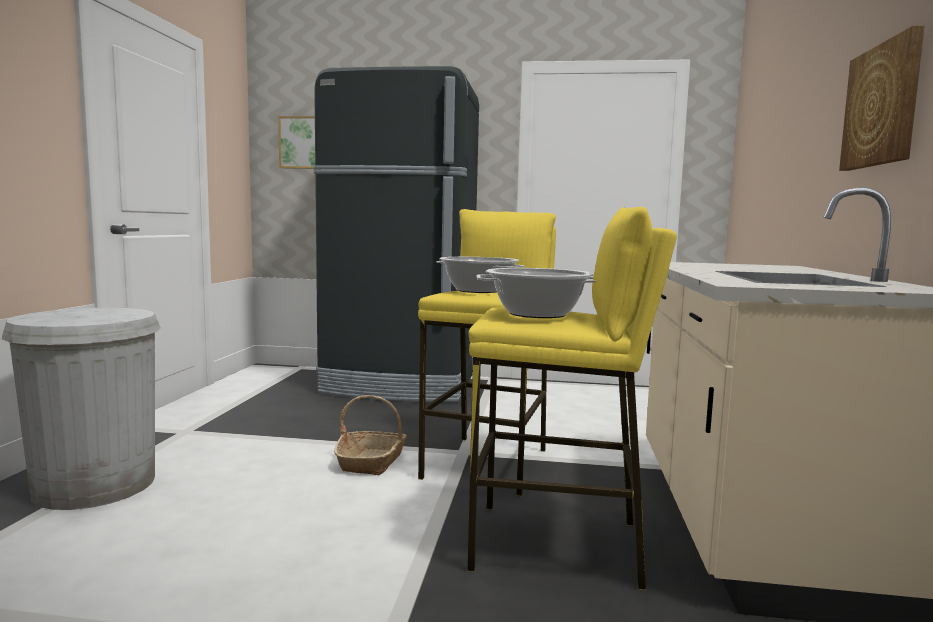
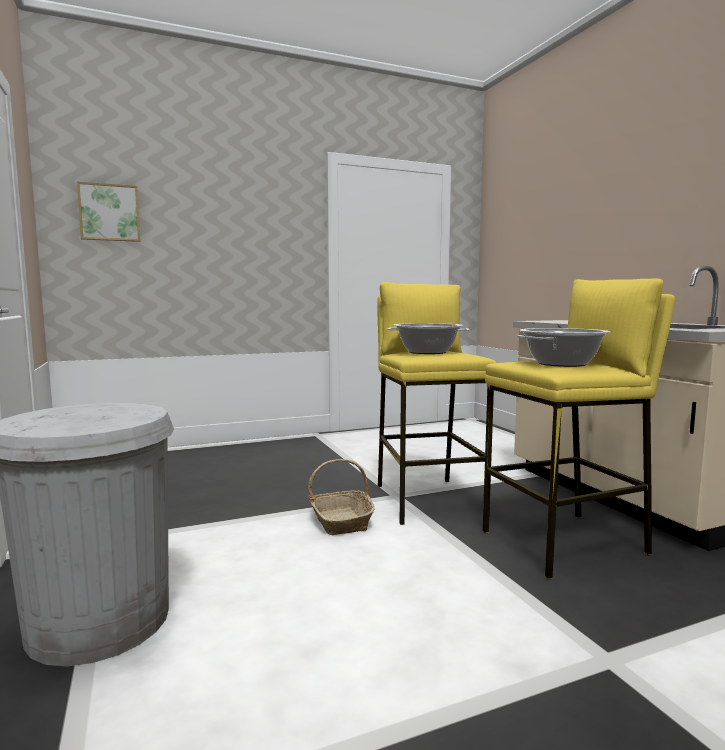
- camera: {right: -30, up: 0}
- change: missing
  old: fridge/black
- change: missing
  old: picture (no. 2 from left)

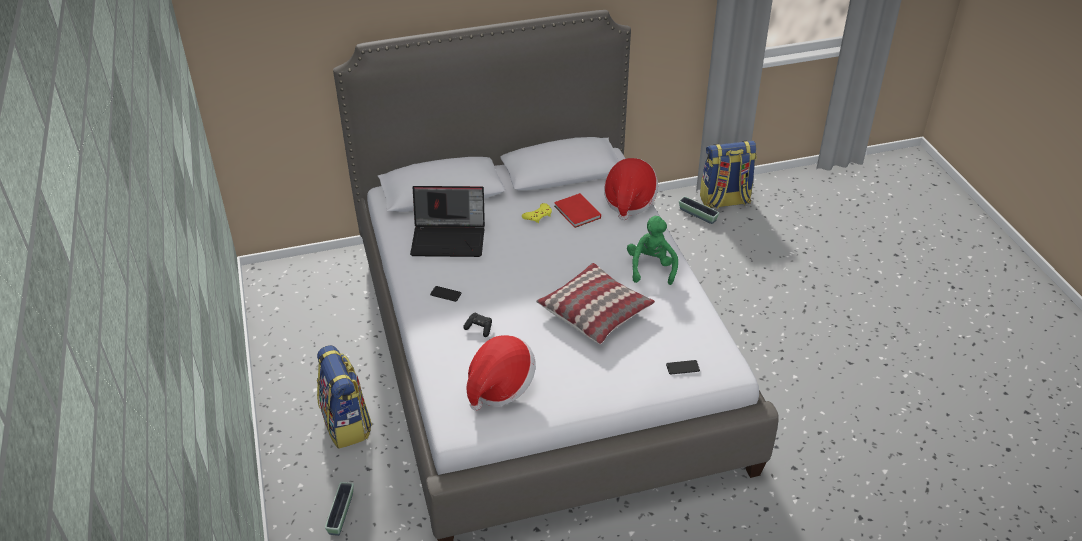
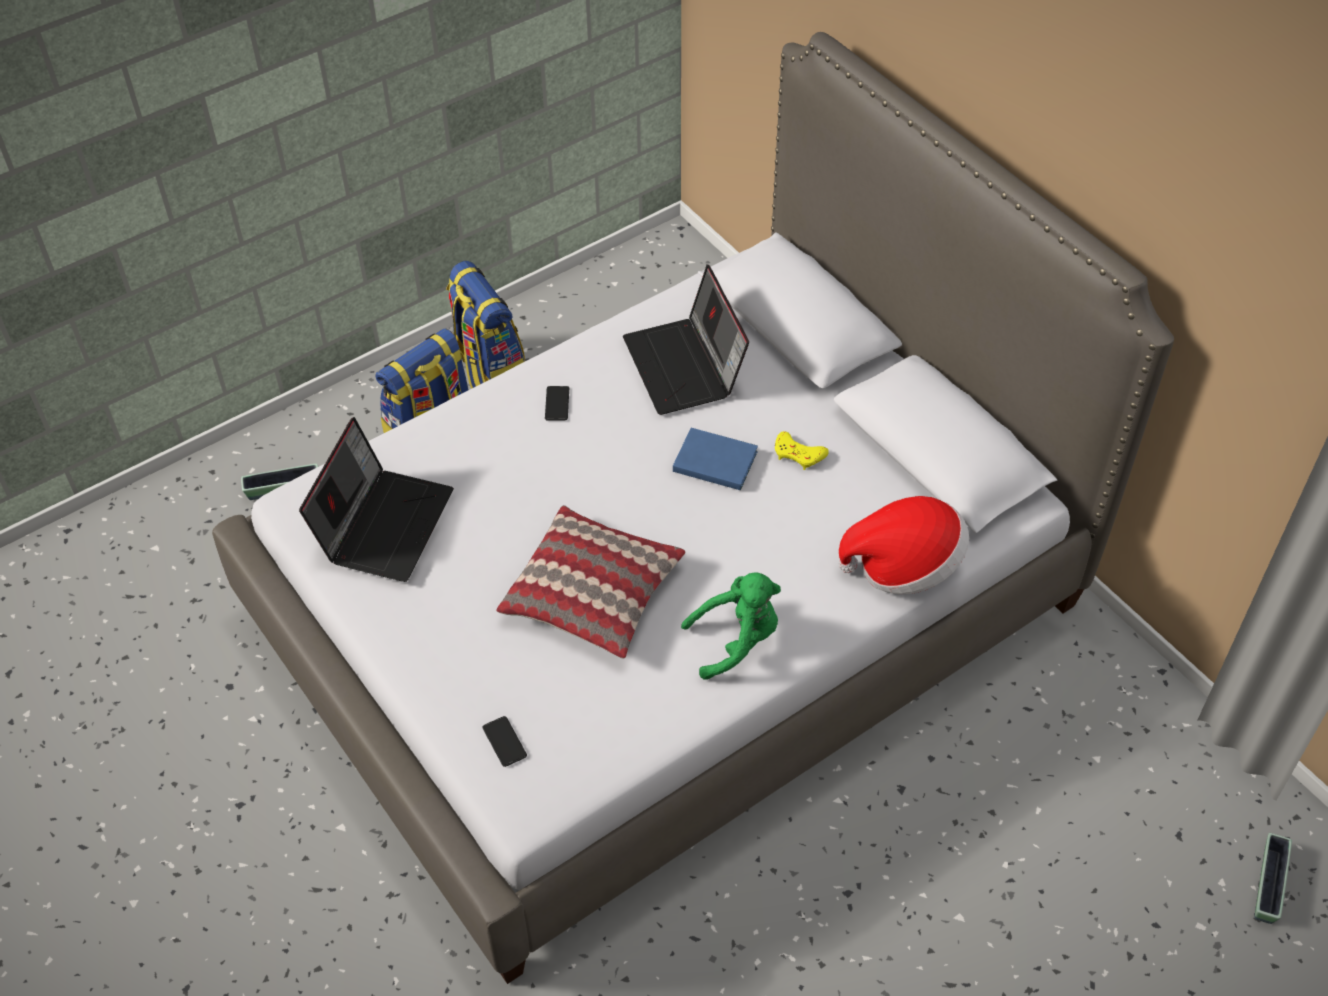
- camera: {right: 70, up: 10}
- change: missing
  old: game controller/black
- change: exchanged
  old: hat (no. 1 from left)
  new: laptop (no. 1 from left)
- change: missing
  old: book/red
- change: relocated
  old: planter (no. 2 from left)
- change: relocated
  old: backpack (no. 2 from left)
- change: appeared
  new: book/blue

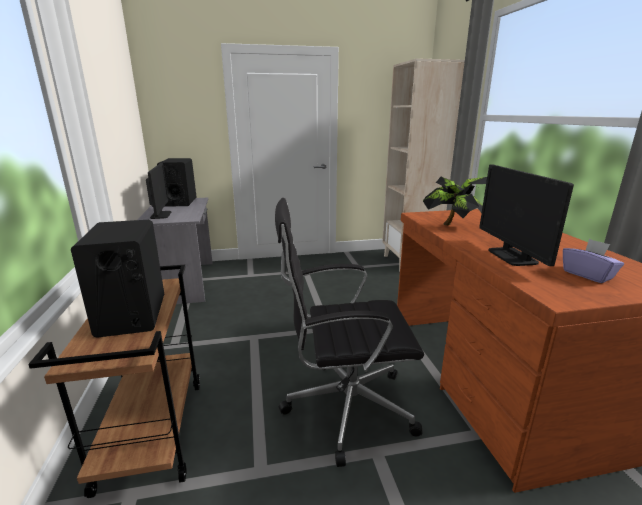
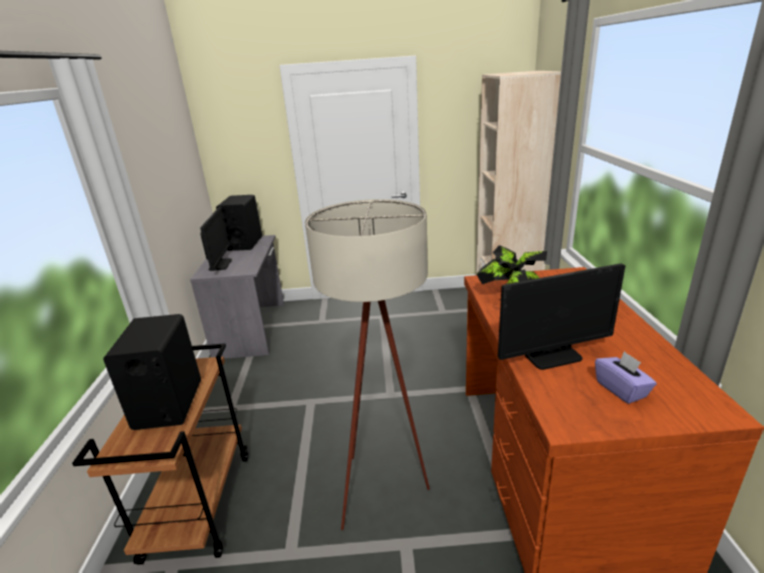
- camera: {right: 10, up: 5}
- change: exchanged
  old: office chair/black
  new: floor lamp/beige
- change: spun
  old: monitor (no. 2 from left)
  degrees: -105

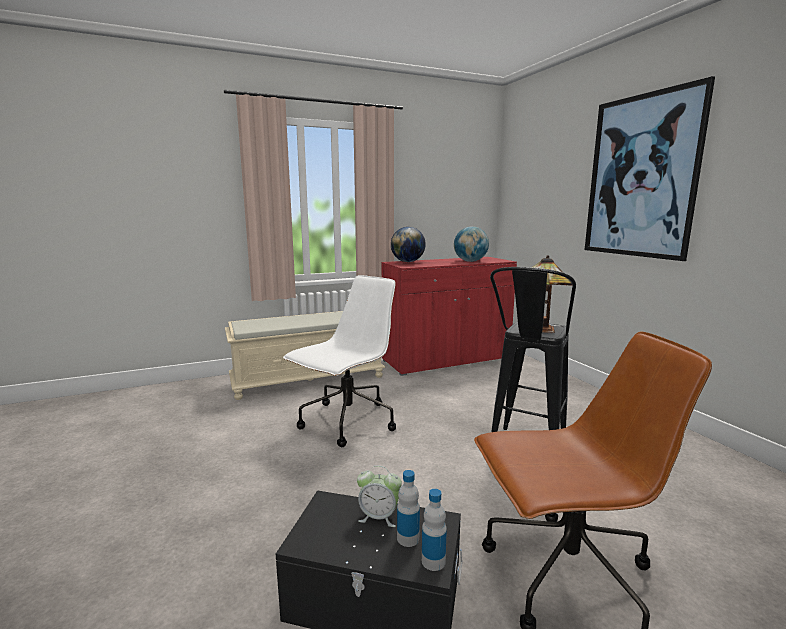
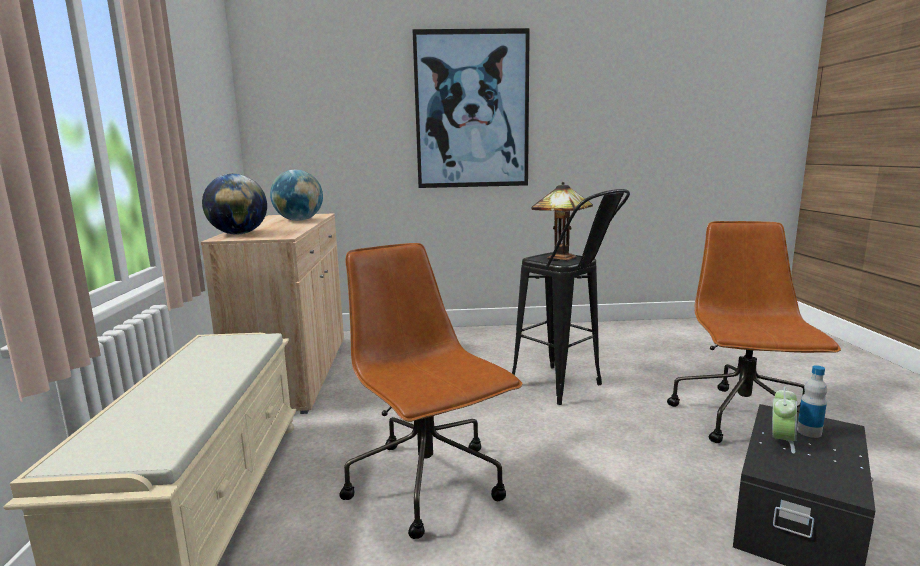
- camera: {right: -70, up: 0}
- change: colour
  old: office chair/white
  new: office chair/brown (no. 1 from left)
- change: colour
  old: cabinet/red
  new: cabinet/beige
- change: missing
  old: bottle (no. 2 from left)

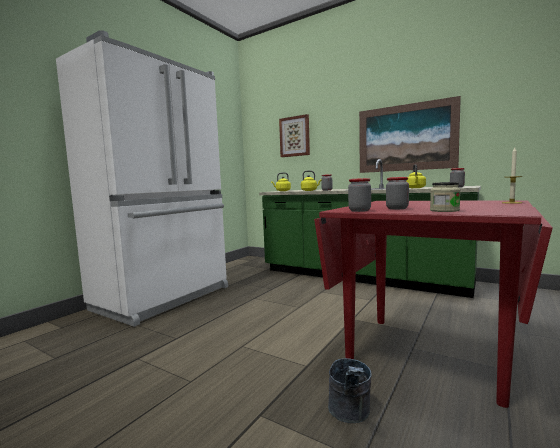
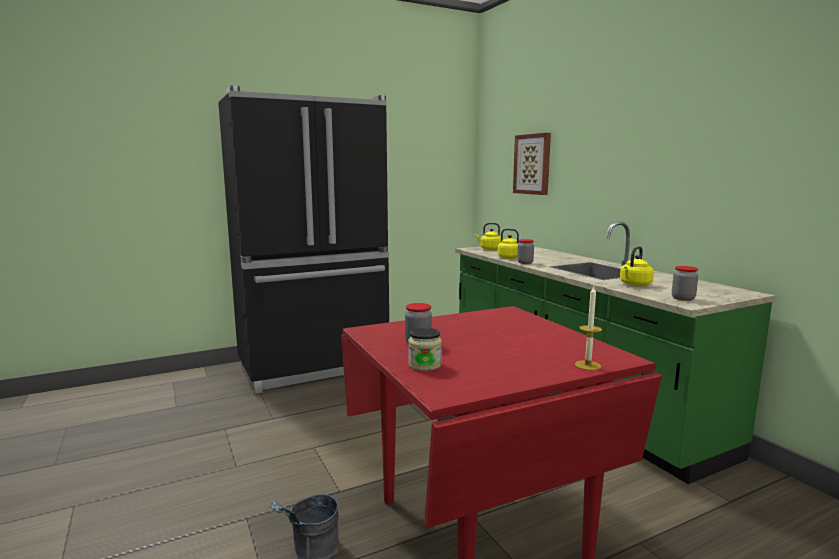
- camera: {right: 30, up: 5}
- change: colour
  old: fridge/white
  new: fridge/black
- change: missing
  old: jar (no. 2 from left)
- change: missing
  old: picture (no. 2 from left)

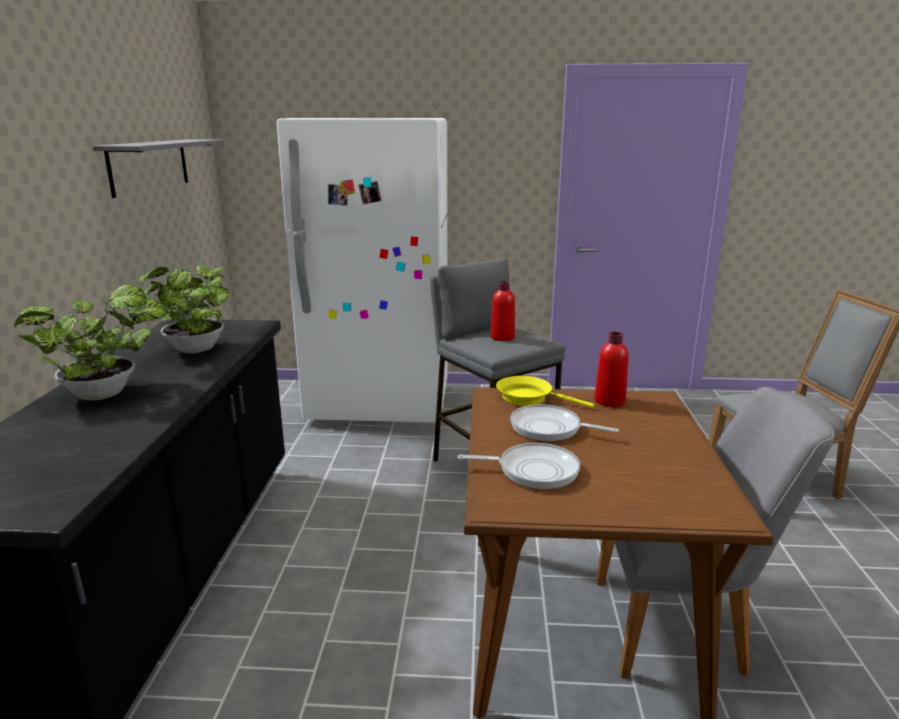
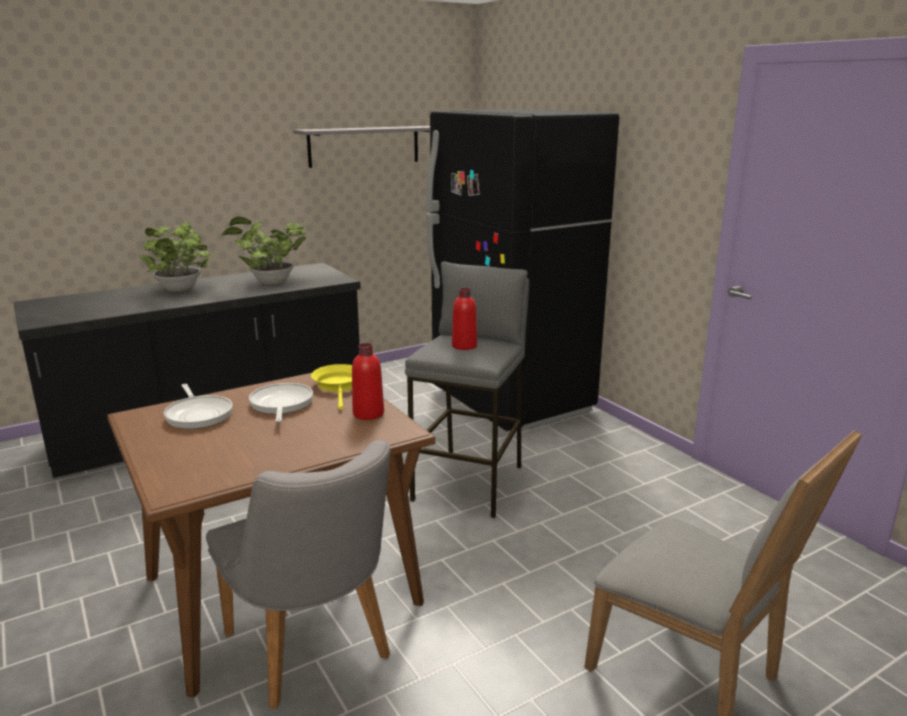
- camera: {right: 55, up: 0}
- change: colour
  old: fridge/white
  new: fridge/black

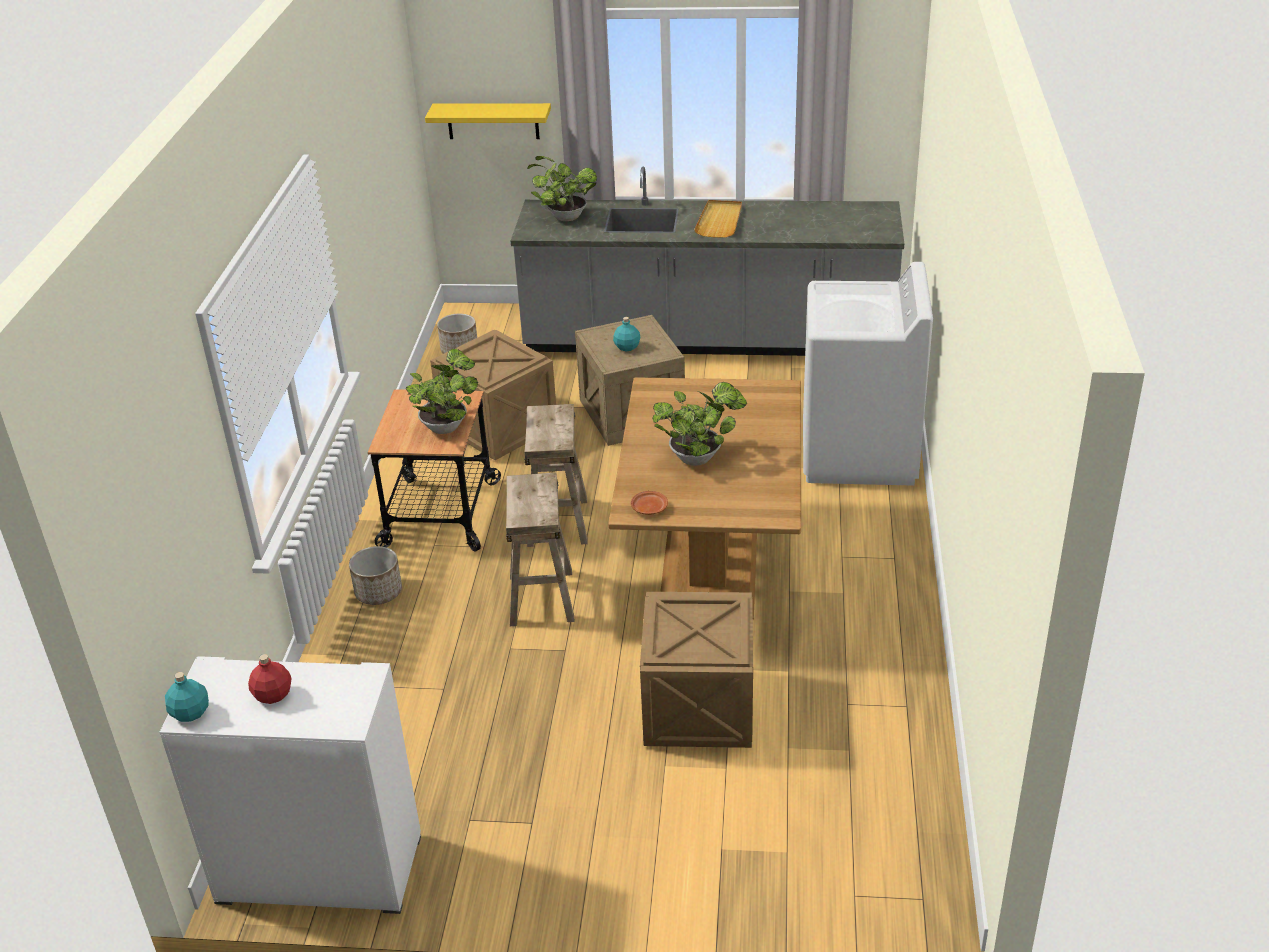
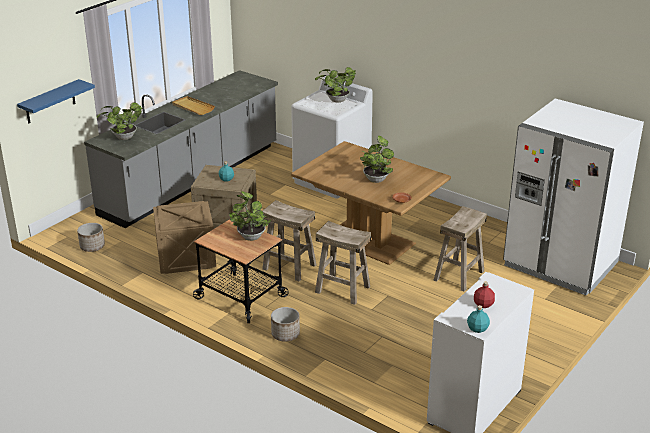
- camera: {right: -60, up: -5}
- change: colour
  old: shelf/yellow
  new: shelf/blue
- change: exchanged
  old: crate (no. 3 from left)
  new: stool/beige (no. 3 from left)
- change: appeared
  new: potted plant (no. 3 from left)
- change: appeared
  new: fridge/white

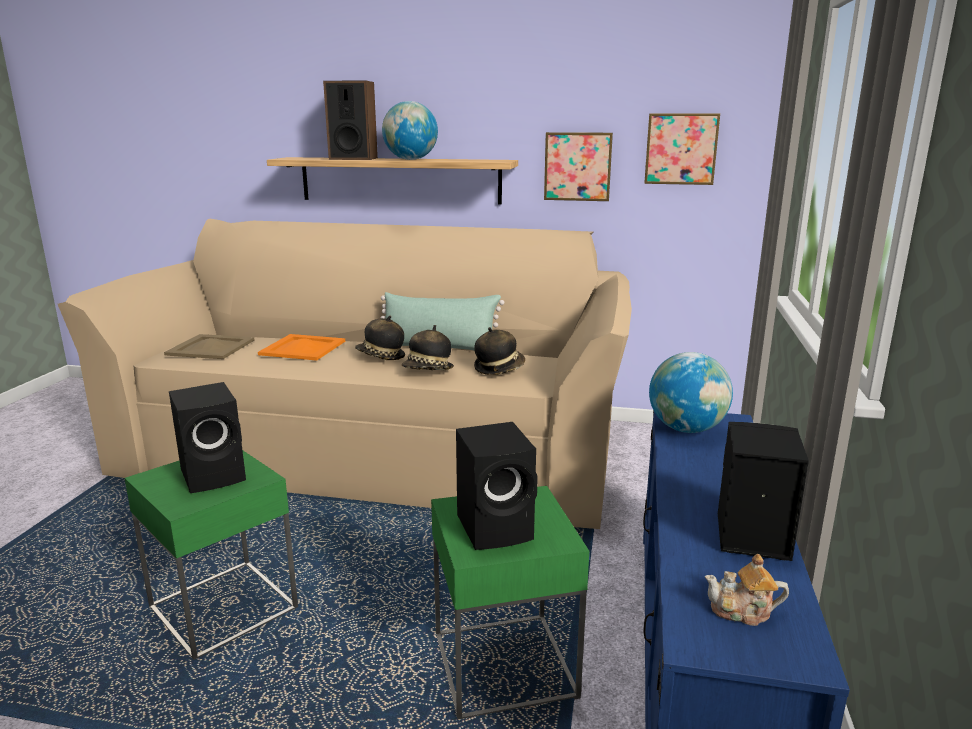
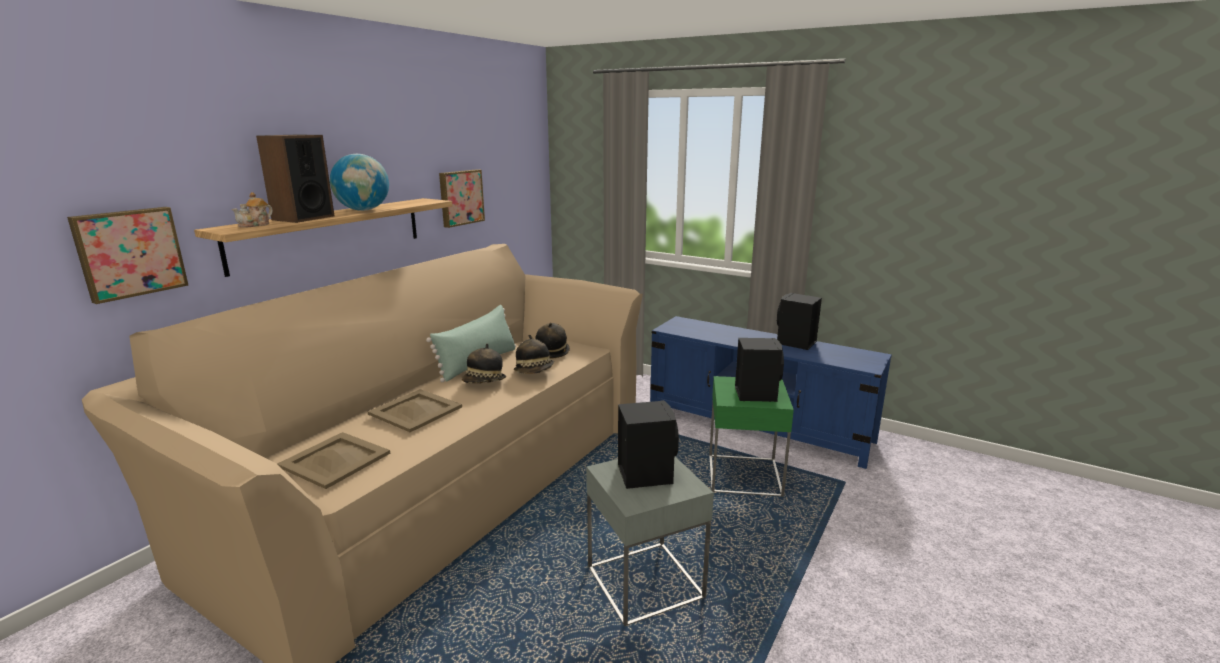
- camera: {right: -70, up: 0}
- change: colour
  old: side table/green (no. 1 from left)
  new: side table/grey
- change: colour
  old: tray/orange
  new: tray/beige (no. 2 from left)
- change: relocated
  old: picture (no. 2 from left in the first image)
  new: picture (no. 1 from left)
- change: missing
  old: globe (no. 2 from left)
- change: relocated
  old: teapot

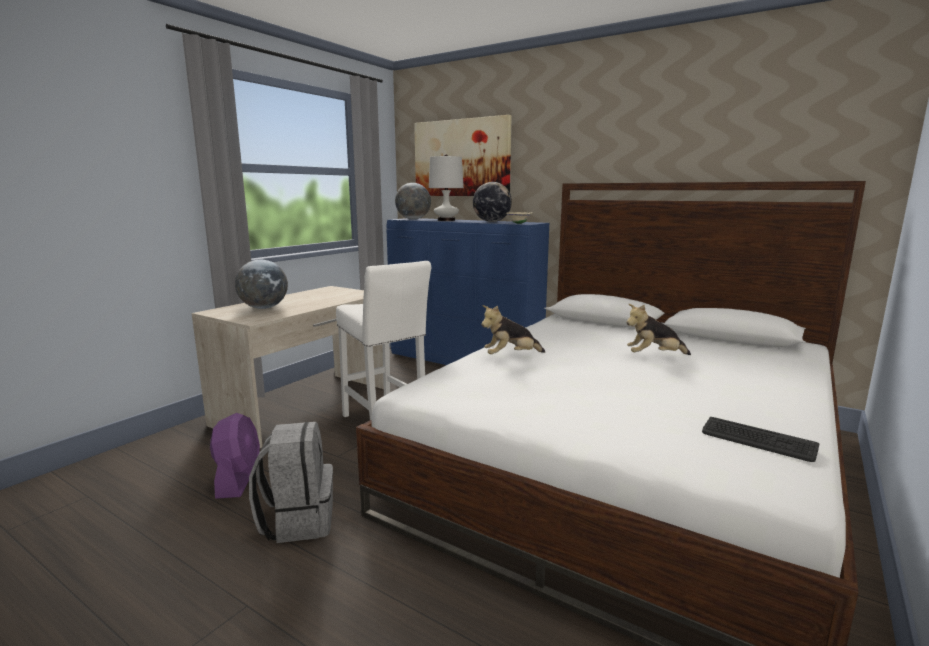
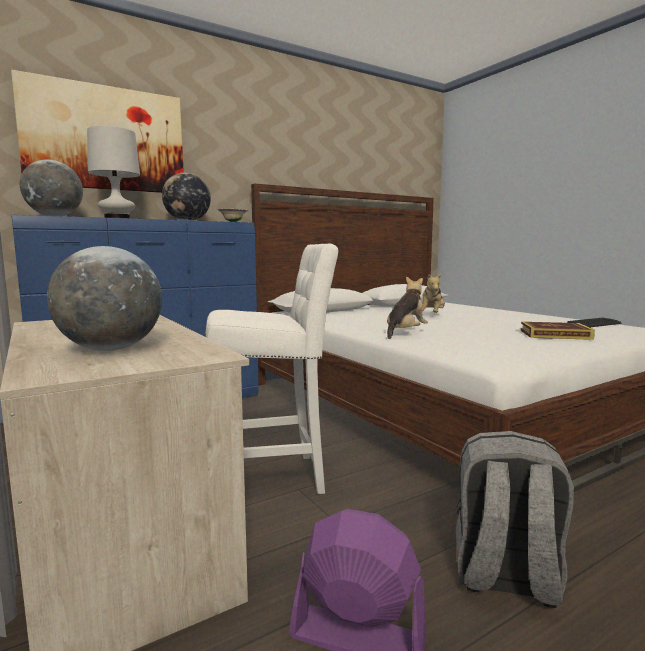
- camera: {right: -65, up: -5}
- change: spun
  old: plush toy (no. 1 from left)
  degrees: -150
- change: appeared
  new: book

